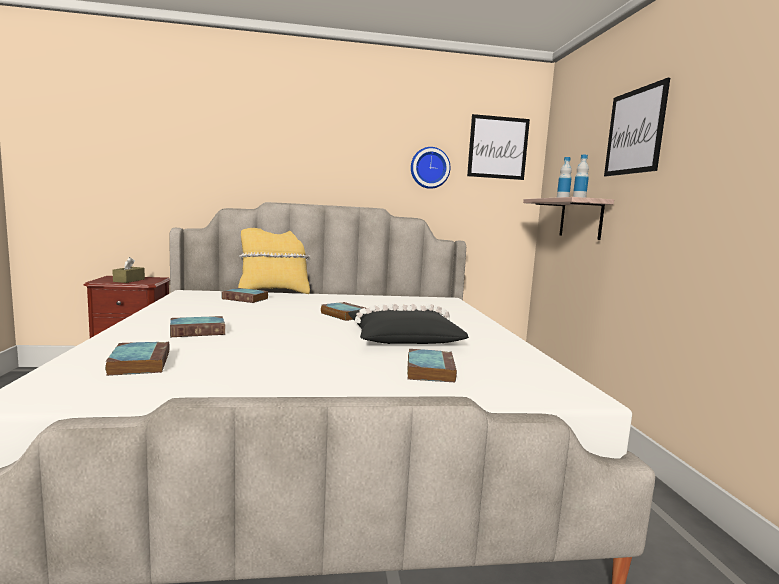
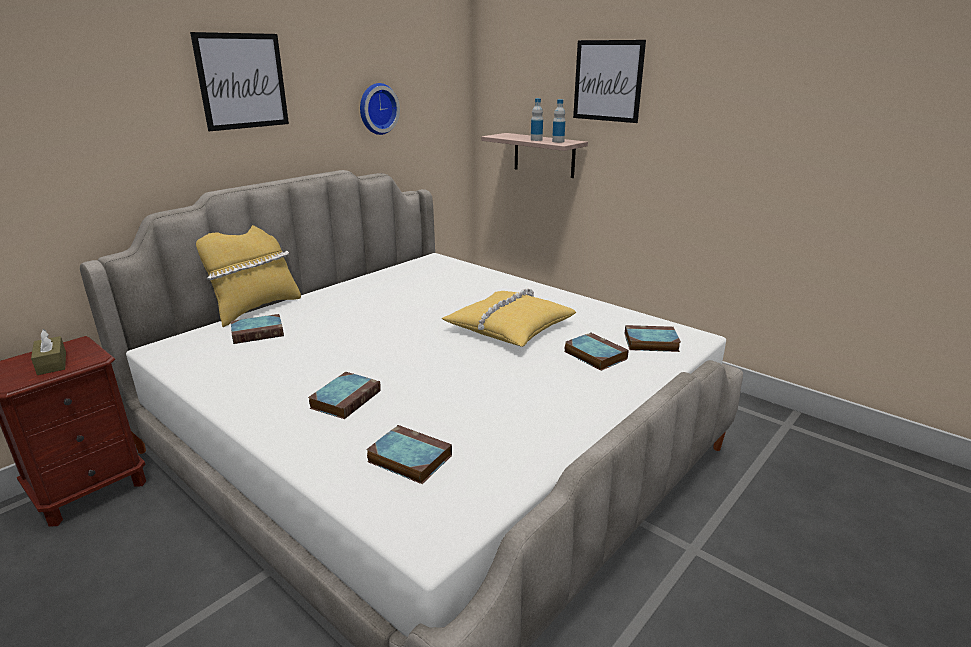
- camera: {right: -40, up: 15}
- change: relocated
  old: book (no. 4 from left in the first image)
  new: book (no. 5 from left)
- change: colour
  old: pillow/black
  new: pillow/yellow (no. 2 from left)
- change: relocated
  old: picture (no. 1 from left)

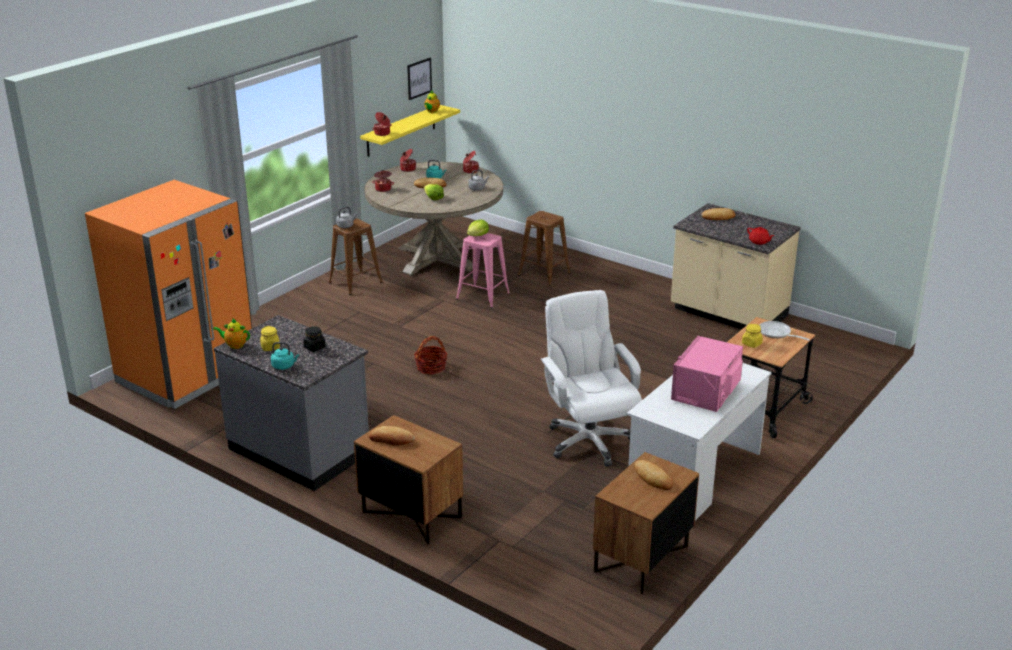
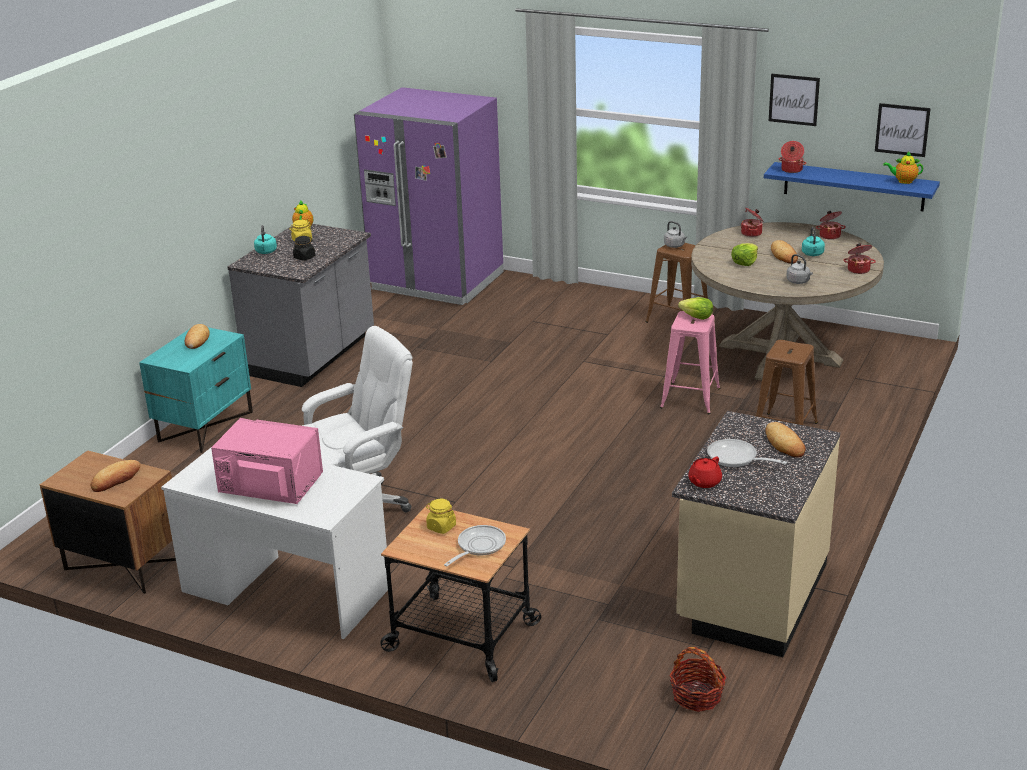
- camera: {right: 80, up: 0}
- change: colour
  old: fridge/orange
  new: fridge/purple
- change: colour
  old: nightstand/brown (no. 1 from left)
  new: nightstand/turquoise
- change: colour
  old: shelf/yellow
  new: shelf/blue
- change: relocated
  old: basket
- change: appeared
  new: frying pan (no. 2 from left)
- change: appeared
  new: picture (no. 1 from left)

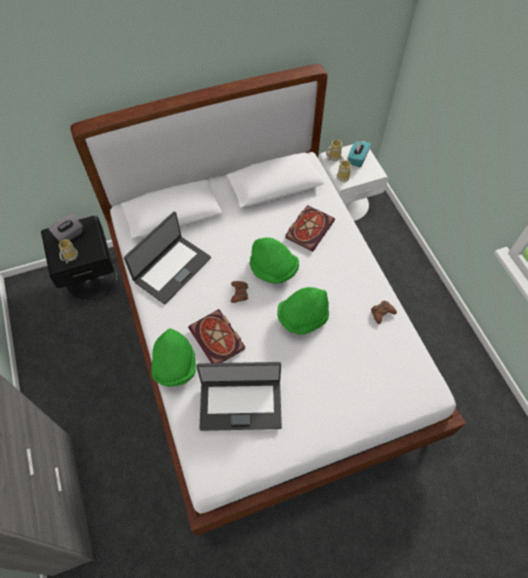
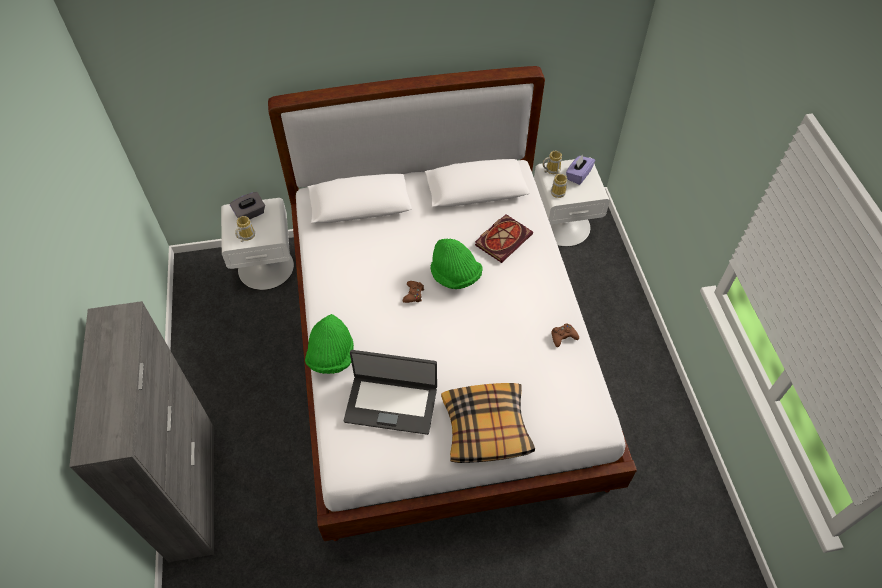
- camera: {right: 10, up: -5}
- change: colour
  old: nightstand/black
  new: nightstand/white (no. 1 from left)
- change: missing
  old: laptop (no. 1 from left)
- change: missing
  old: book (no. 1 from left)
- change: missing
  old: hat/green (no. 3 from left)
- change: colour
  old: tissue box/turquoise
  new: tissue box/purple
- change: appeared
  new: pillow

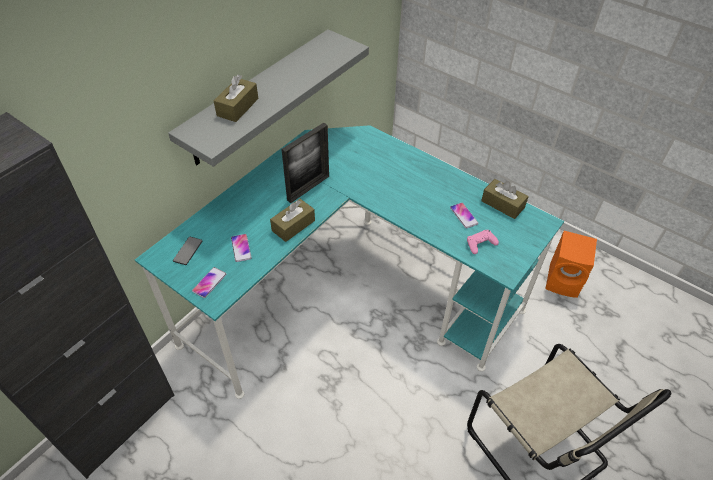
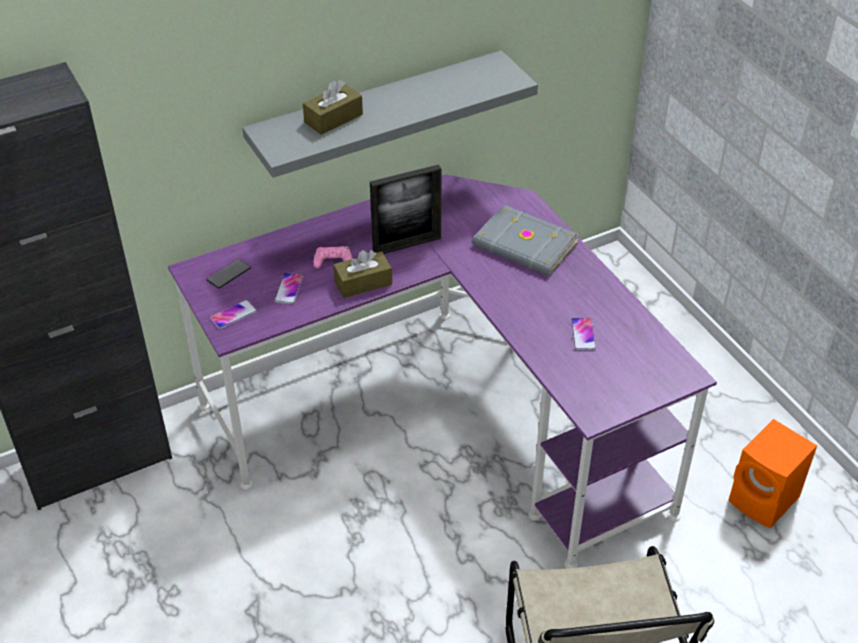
- camera: {right: 25, up: -5}
- change: colour
  old: desk/turquoise
  new: desk/purple
- change: relocated
  old: game controller/pink
- change: missing
  old: tissue box/brown (no. 3 from left)
- change: appeared
  new: book/grey

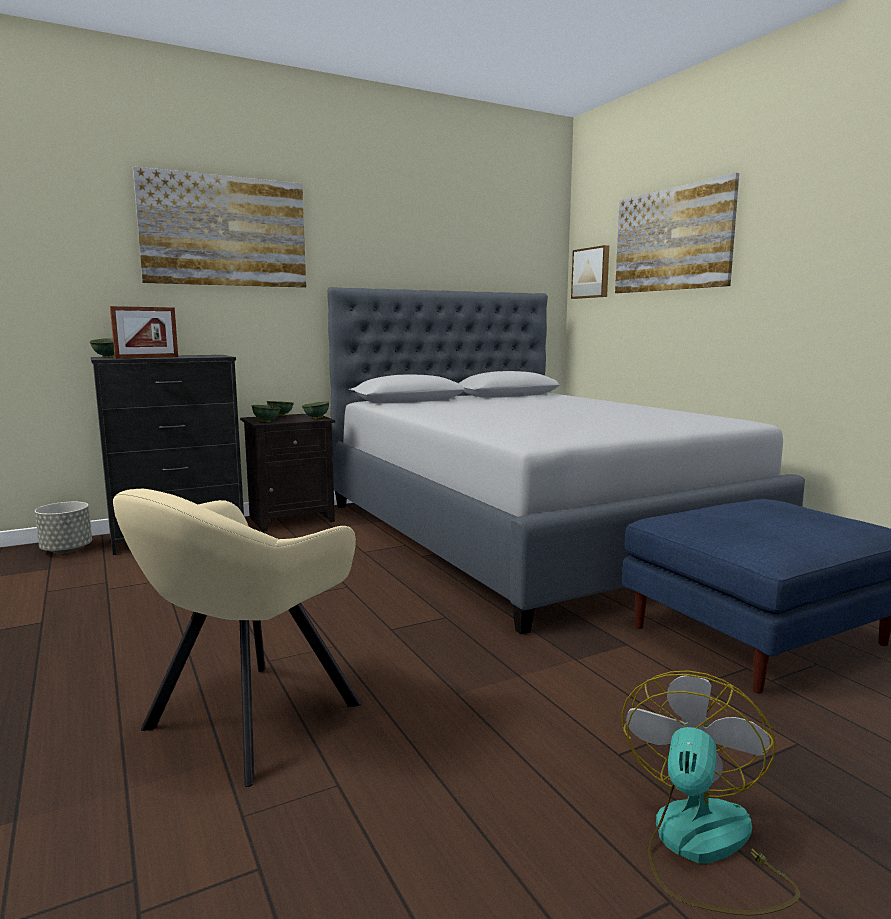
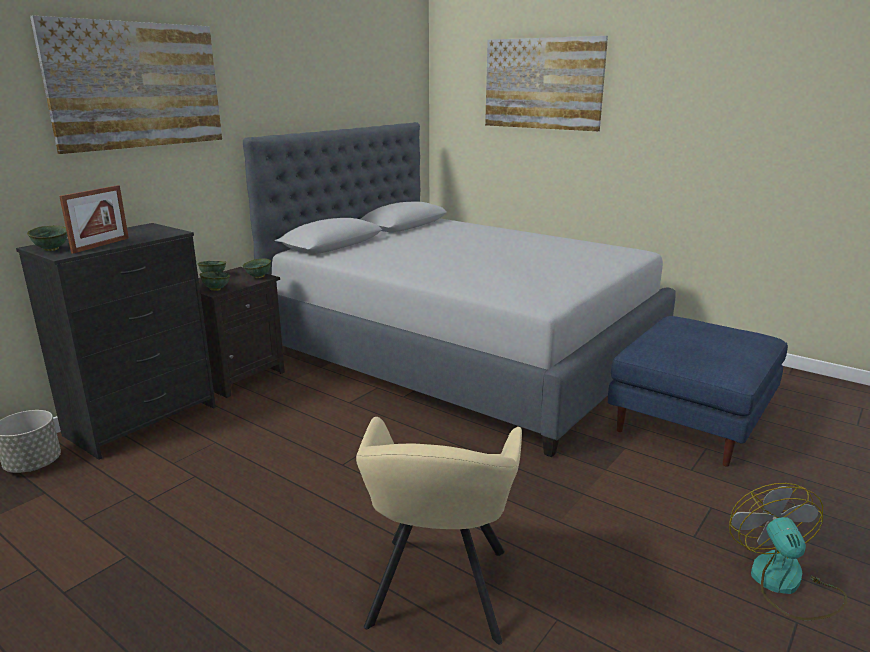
- camera: {right: -25, up: 10}
- change: missing
  old: picture (no. 2 from left)

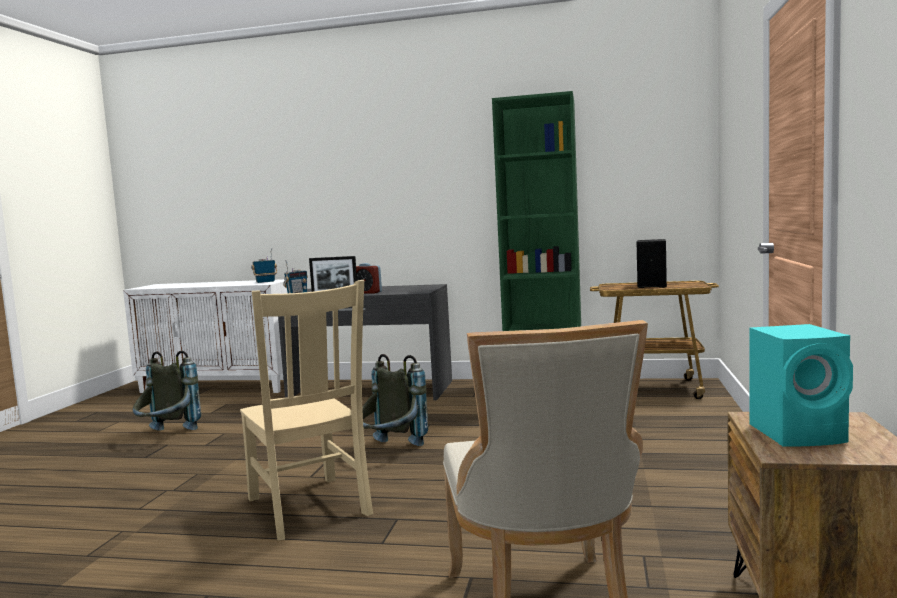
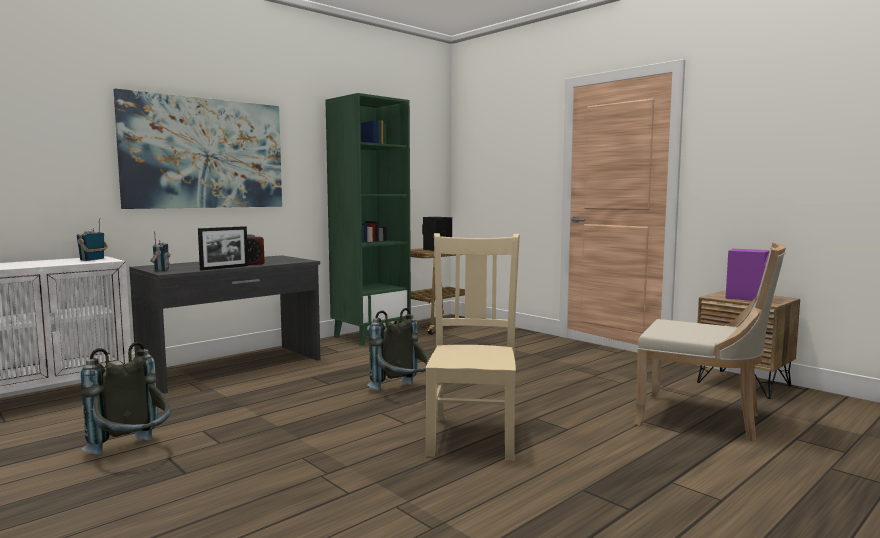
- camera: {right: -55, up: 0}
- change: spun
  old: chair/beige (no. 1 from left)
  degrees: -90
- change: colour
  old: speaker/turquoise
  new: speaker/purple
- change: appeared
  new: picture

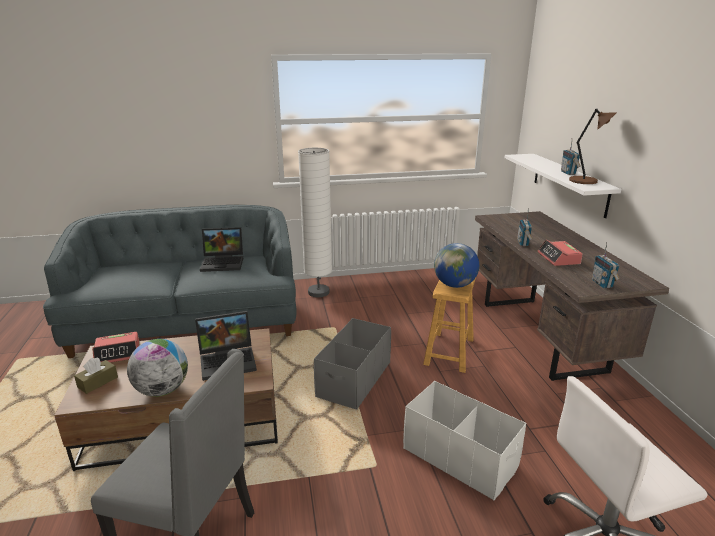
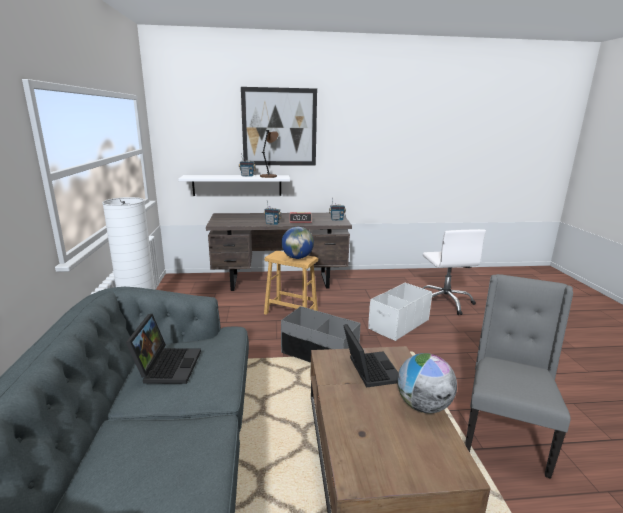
- camera: {right: -85, up: -5}
- change: missing
  old: tissue box/brown
- change: missing
  old: alarm clock (no. 1 from left)
- change: appeared
  new: picture

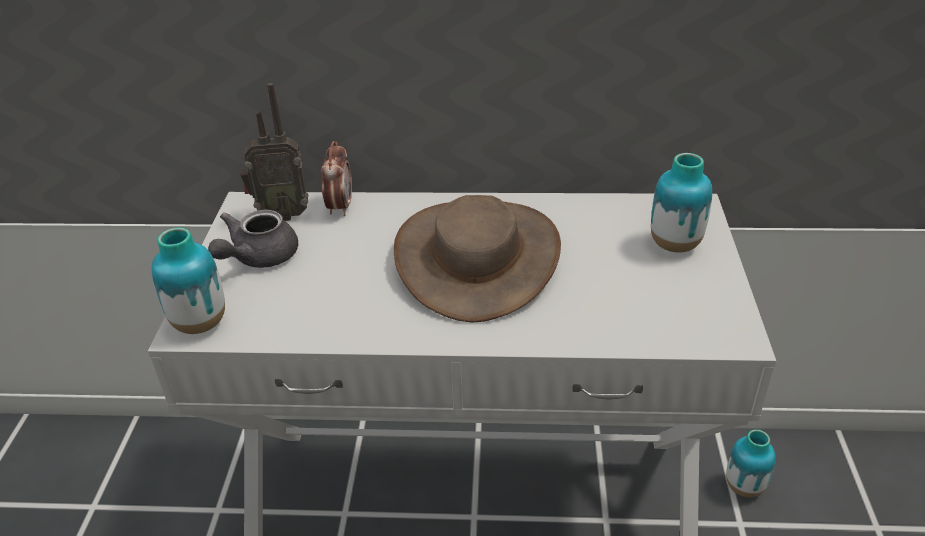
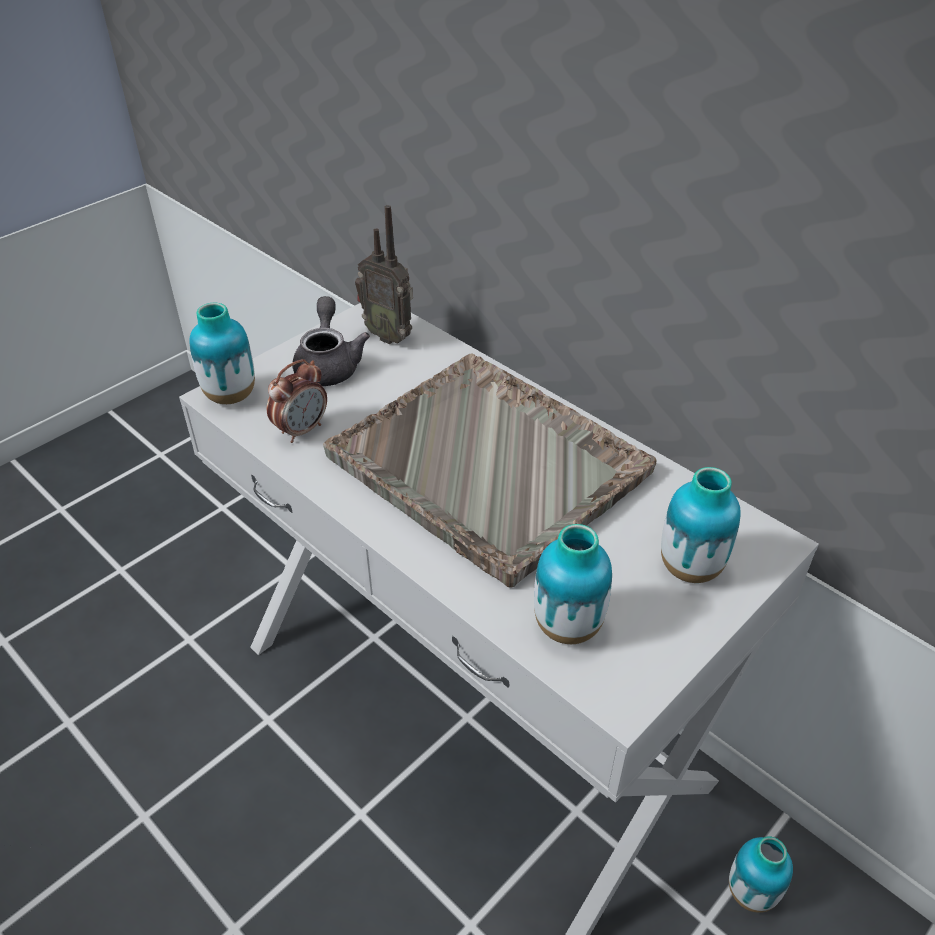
- camera: {right: 40, up: 5}
- change: spun
  old: teapot/grey
  degrees: 105
- change: relocated
  old: alarm clock
- change: exchanged
  old: hat/brown
  new: tray/grey
- change: appeared
  new: vase (no. 2 from left)

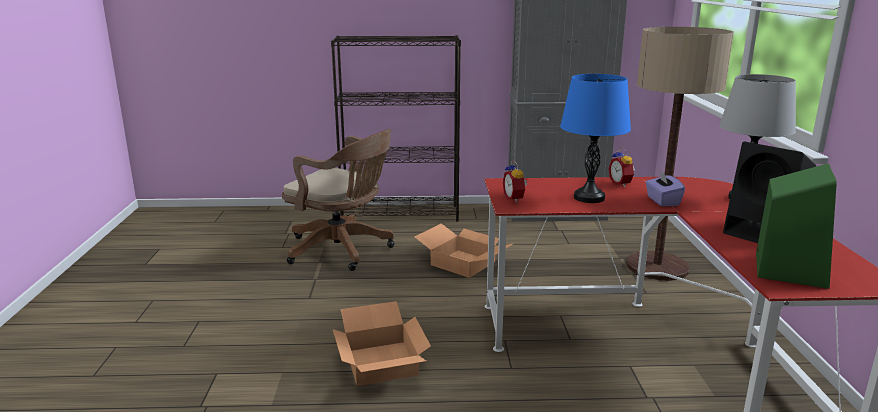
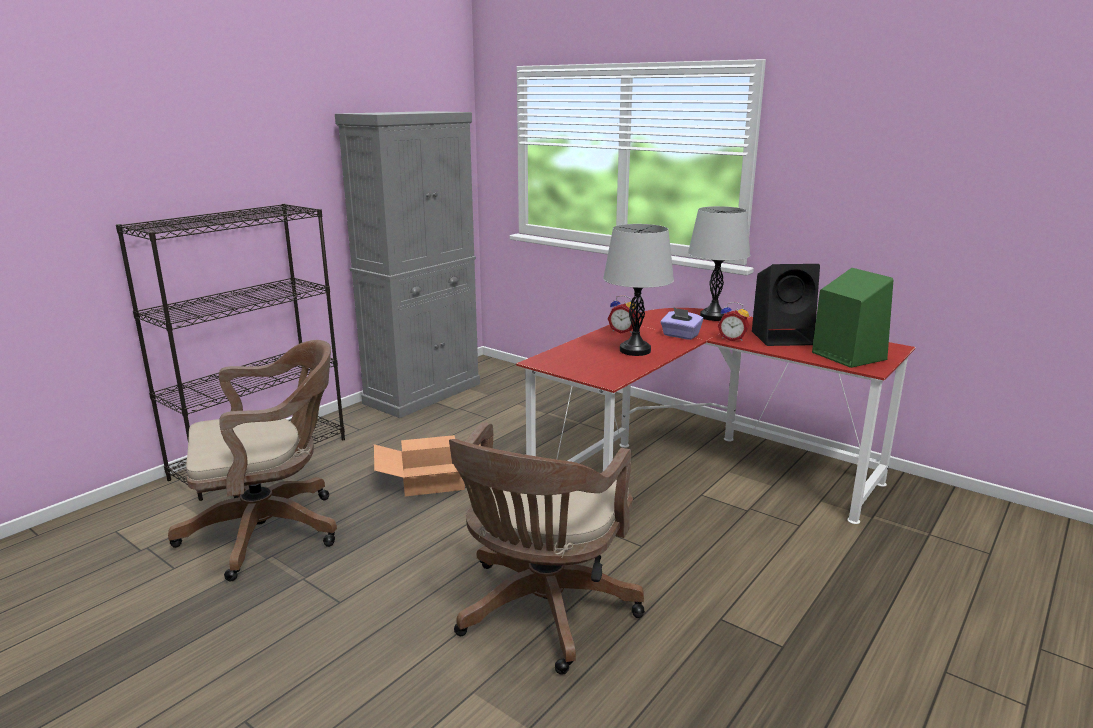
- camera: {right: -50, up: 0}
- change: exchanged
  old: cardboard box (no. 1 from left)
  new: office chair/brown (no. 2 from left)
- change: relocated
  old: alarm clock (no. 1 from left in the first image)
  new: alarm clock (no. 2 from left)
- change: colour
  old: table lamp/blue
  new: table lamp/grey (no. 1 from left)
- change: missing
  old: floor lamp

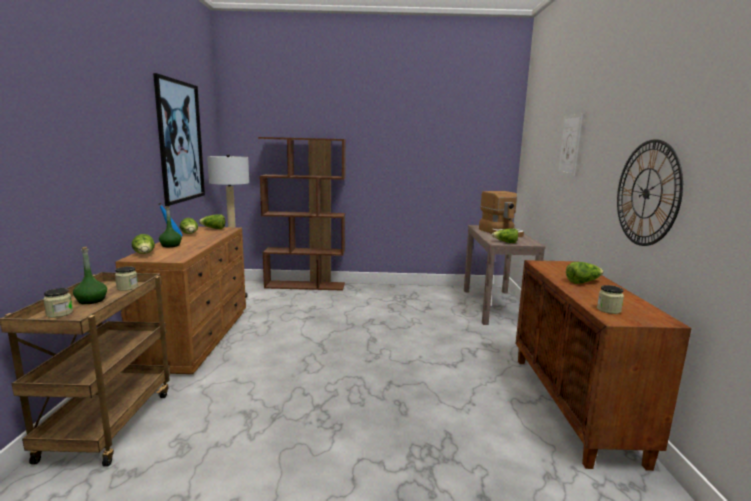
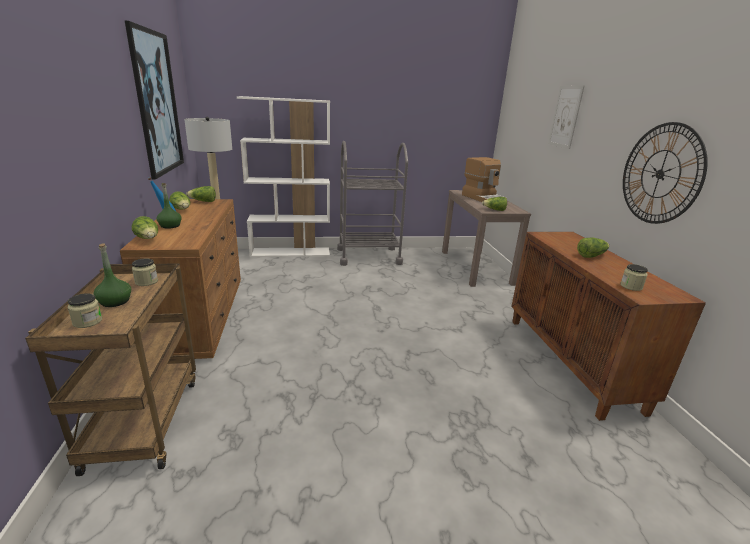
- camera: {right: -10, up: 10}
- change: colour
  old: bookcase/brown
  new: bookcase/white
- change: appeared
  new: cart/grey

